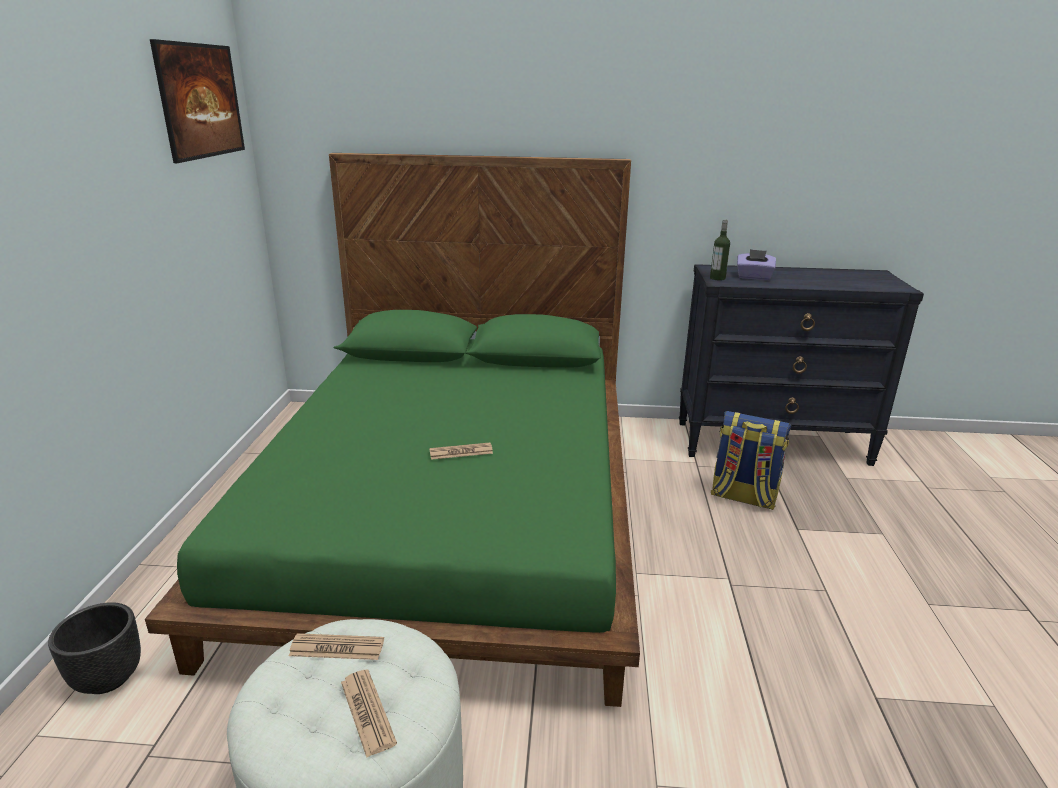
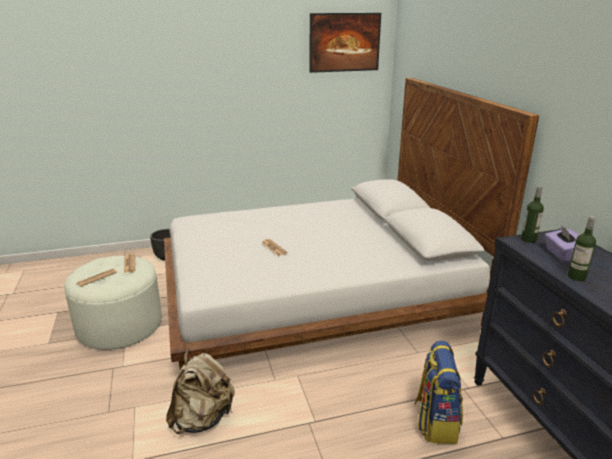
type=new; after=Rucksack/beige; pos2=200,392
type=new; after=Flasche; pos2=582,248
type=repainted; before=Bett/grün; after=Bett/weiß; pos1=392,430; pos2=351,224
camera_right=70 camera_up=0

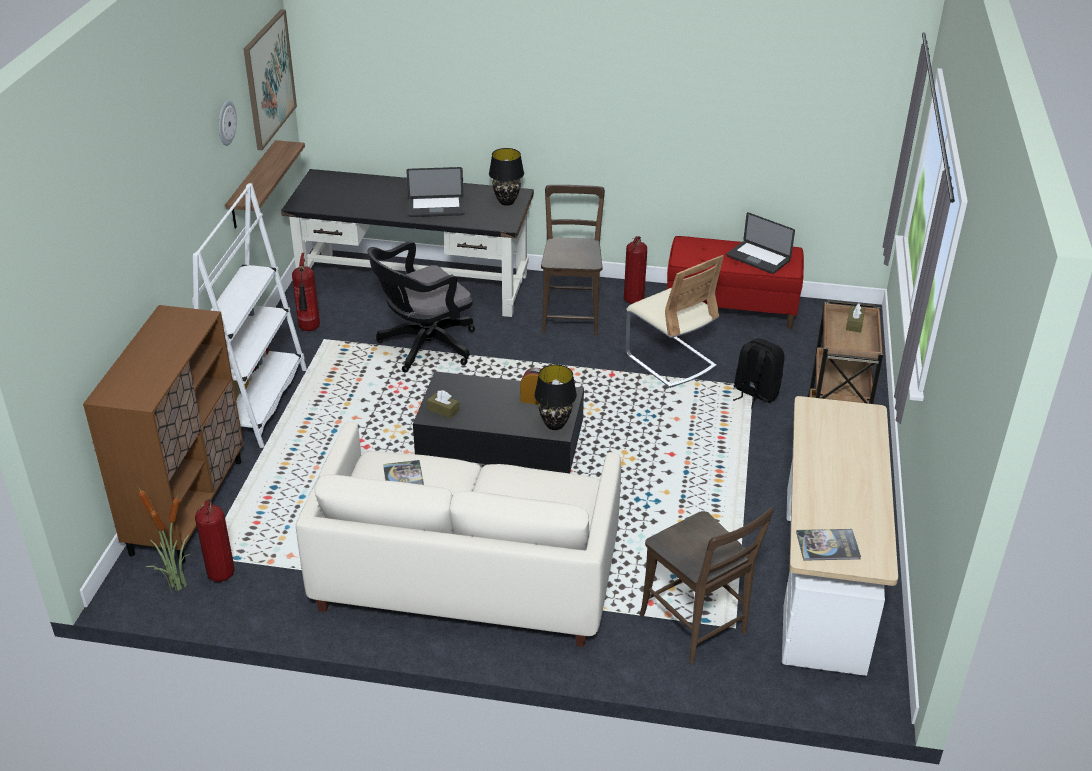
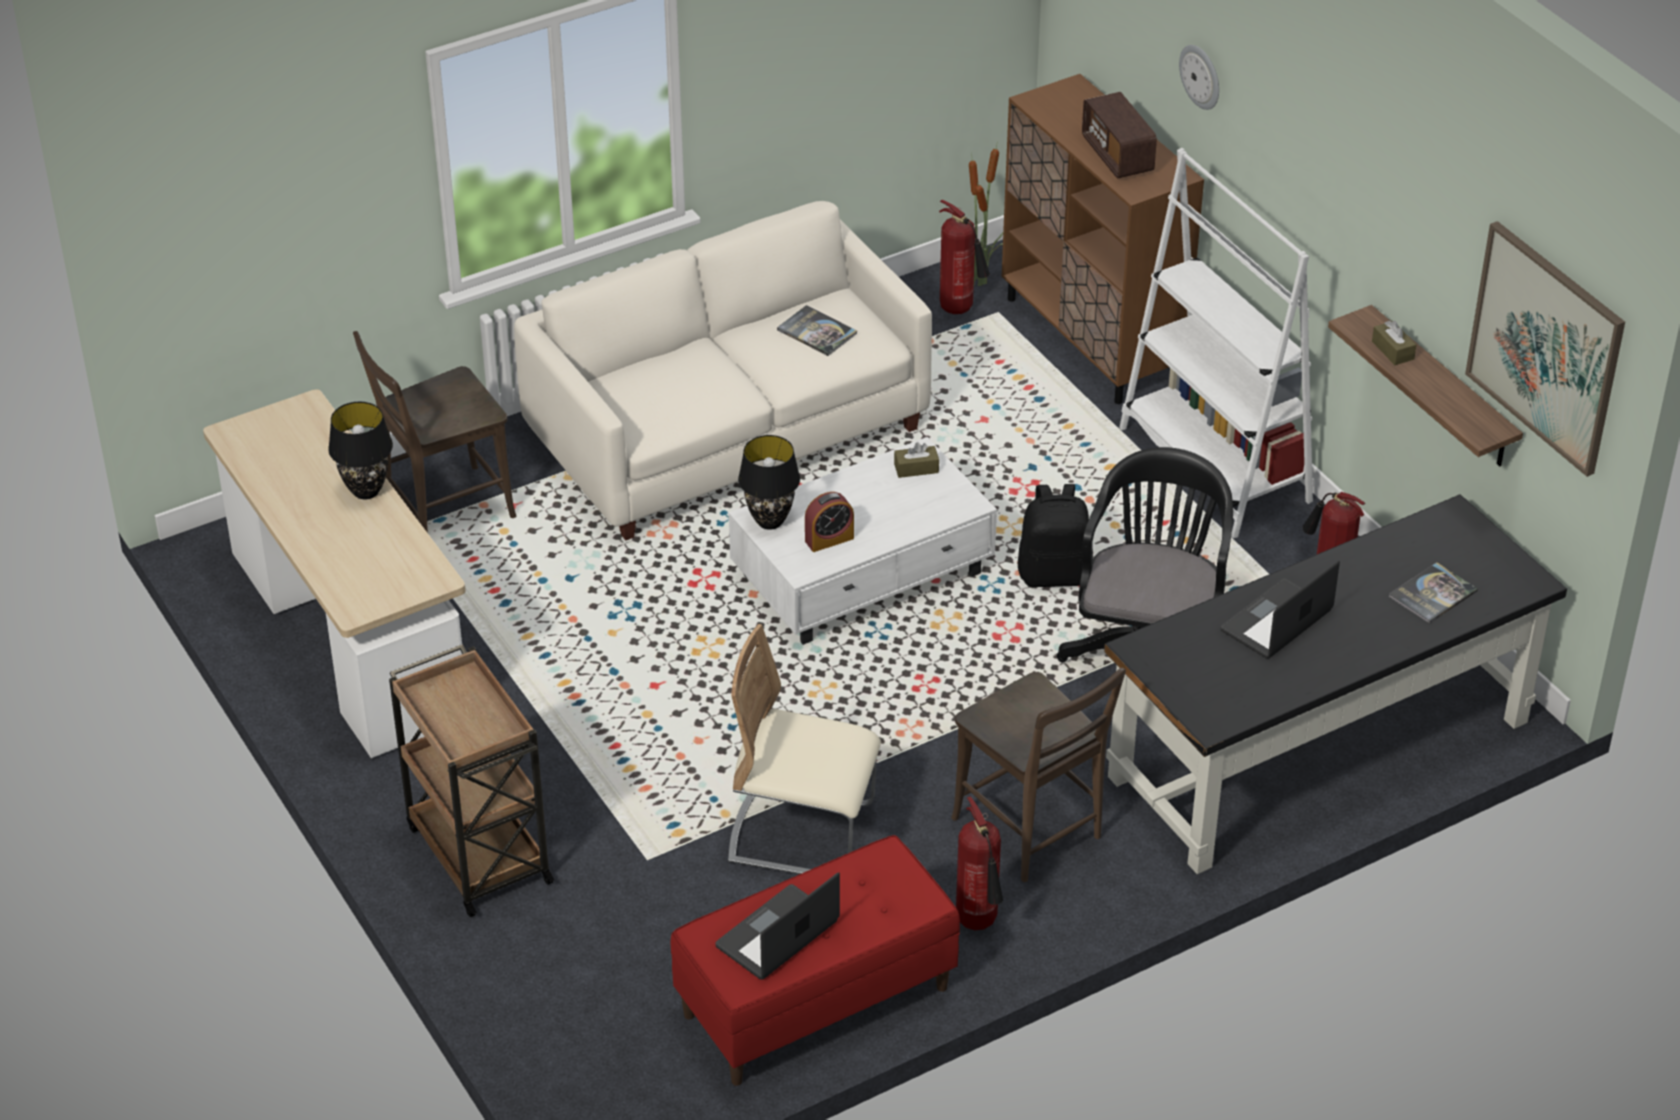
type=new; after=Radio; pos2=1119,135
type=shifted; before=Wanduhr; pos1=227,123; pos2=1199,77
type=shifted; before=Tischlampe/schwarz; pos1=506,177; pos2=360,450
type=shifted; before=Rucksack/schwarz; pos1=759,373; pos2=1053,535
type=shifted; before=Buch; pos1=828,545; pos2=1433,592
type=shifted; before=Taschentuchbox/braun; pos1=855,318; pos2=1394,343
type=repainted; before=Couchtisch/schwarz; after=Couchtisch/weiß; pos1=498,422; pos2=863,541
type=rotated; before=Stuhl/braun; pos1=706,586; pos2=435,432; turn=-45
type=rotated; before=Laptop; pos1=761,243; pos2=777,926; turn=-45
camera_right=140 camera_up=5

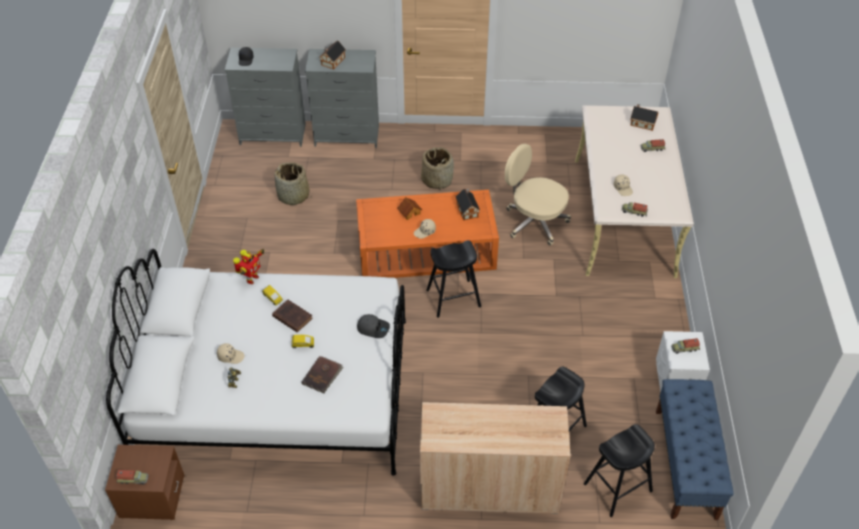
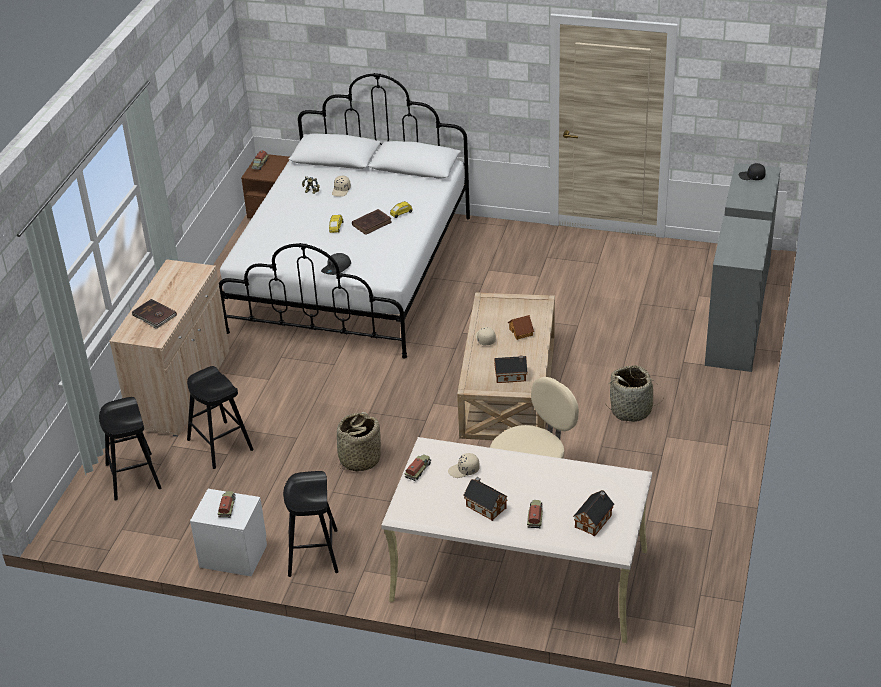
type=gone; before=Spielzeugroboter; pos1=248,266
type=gone; before=Bank/blau; pos1=695,449
type=shifted; before=Korb; pos1=293,183; pos2=358,441
type=shifted; before=Buch/braun; pos1=323,374; pos2=154,314
type=shifted; before=Spielzeughaus; pos1=333,55; pos2=485,499
type=shifted; before=Hocker/schwarz; pos1=453,279; pos2=311,524
type=repainted; before=Couchtisch/orange; after=Couchtisch/beige; pos1=427,234; pos2=506,366
camera_right=105 camera_up=-10

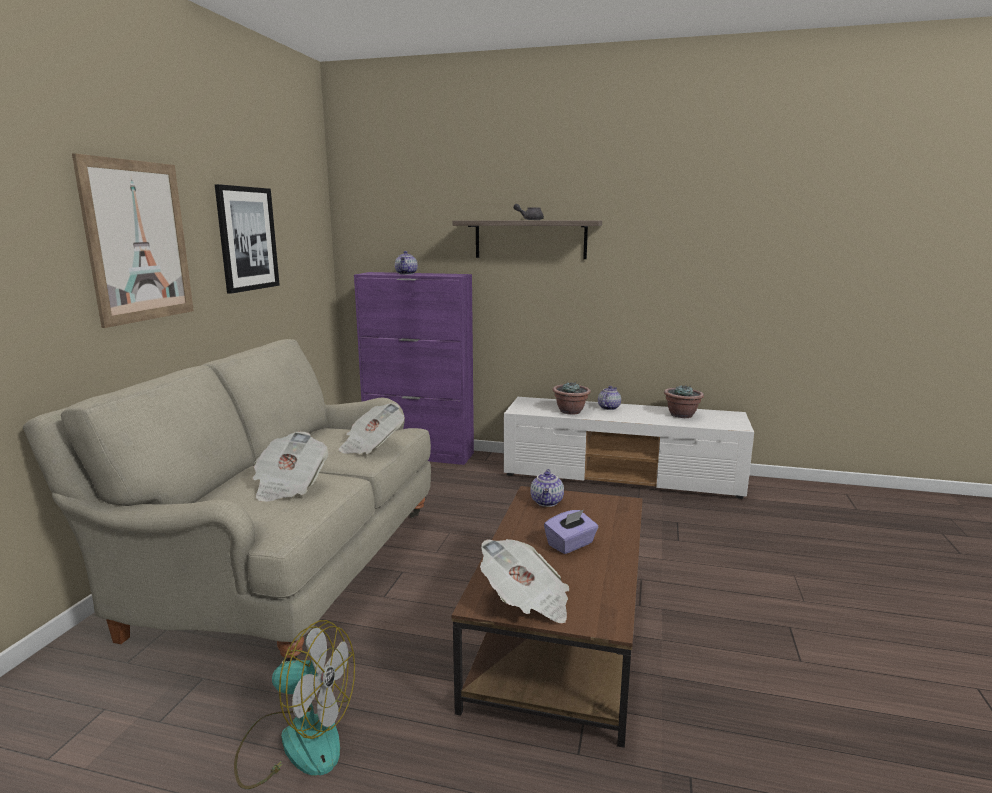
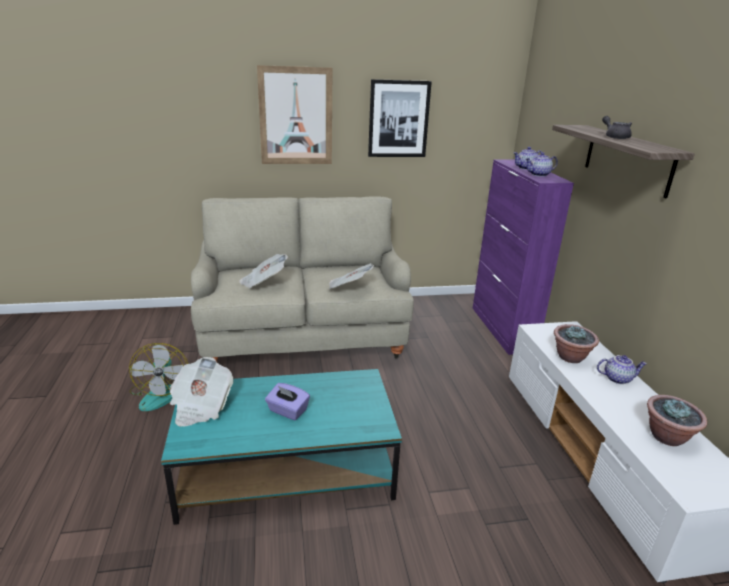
type=shifted; before=Teekanne; pos1=547,488; pos2=541,164
type=repainted; before=Couchtisch/braun; after=Couchtisch/türkis; pos1=547,617; pos2=281,447
camera_right=65 camera_up=10

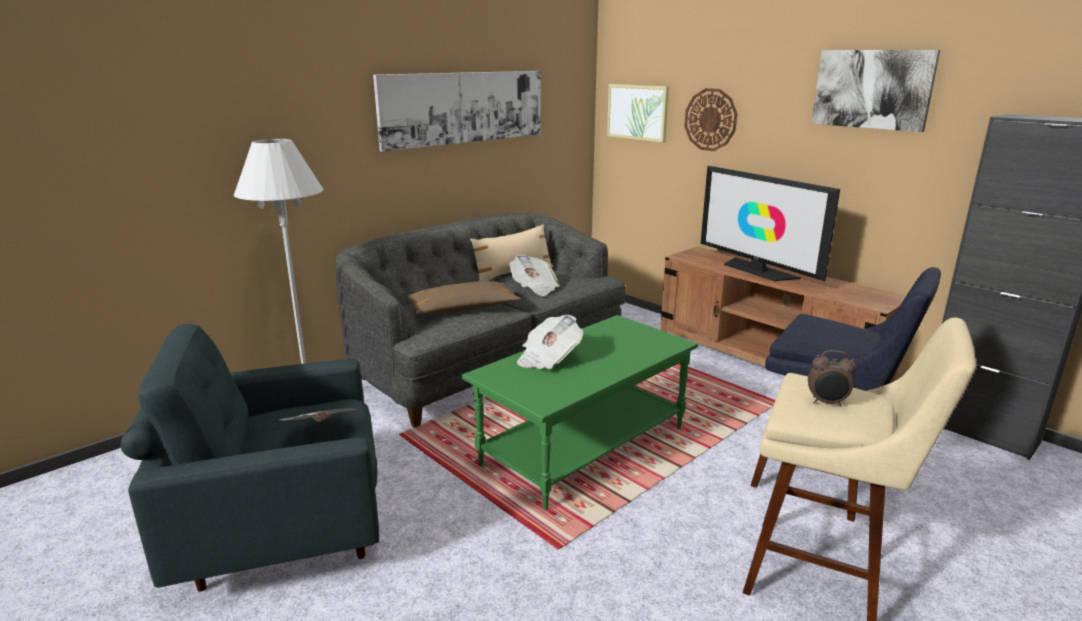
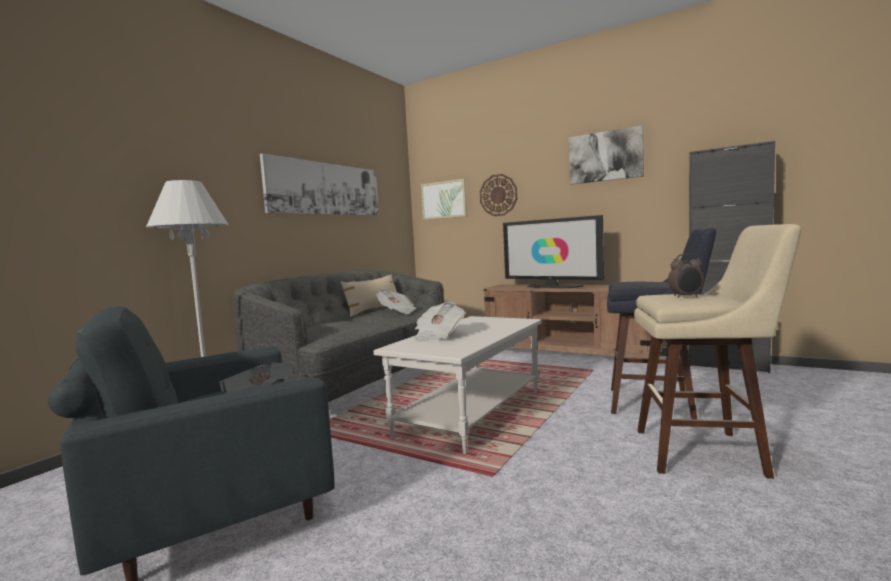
type=gone; before=Kissen/braun; pos1=463,297
type=repainted; before=Couchtisch/grün; after=Couchtisch/weiß; pos1=580,412; pos2=457,385
camera_right=-15 camera_up=-15

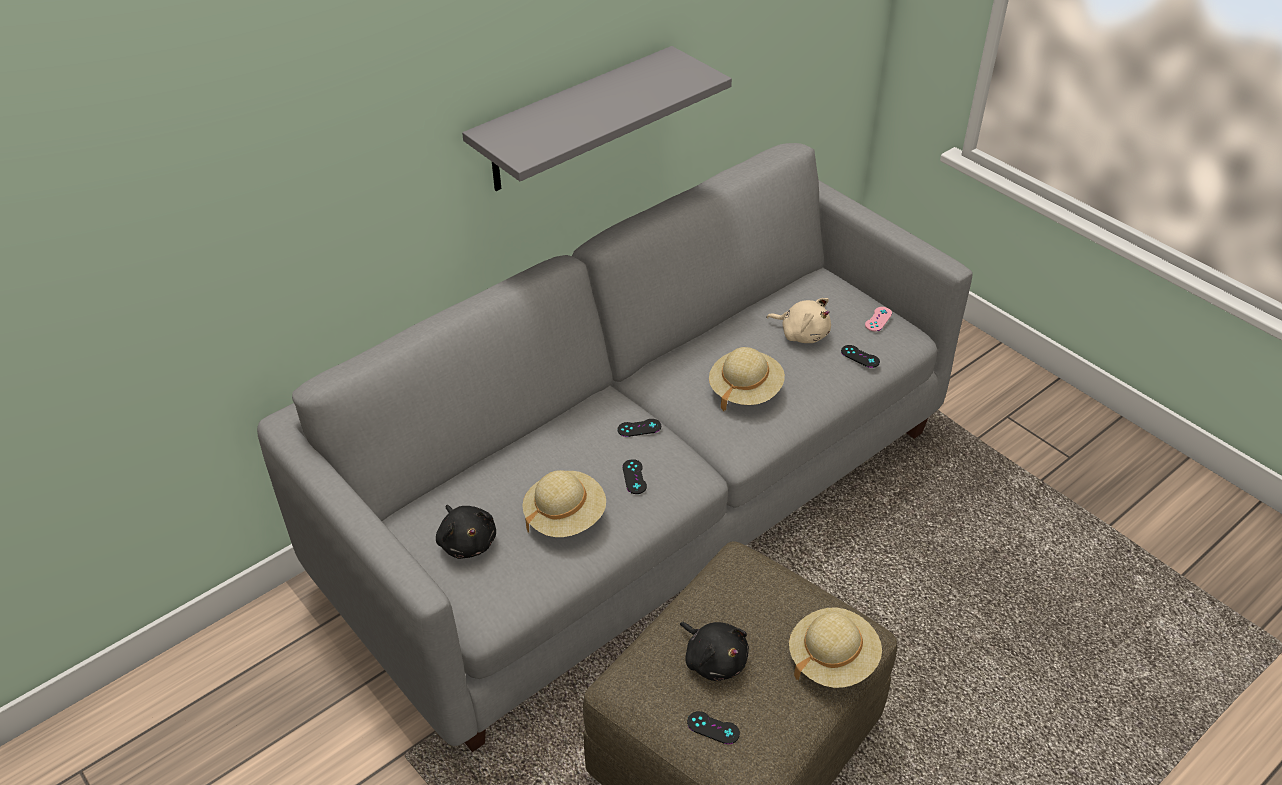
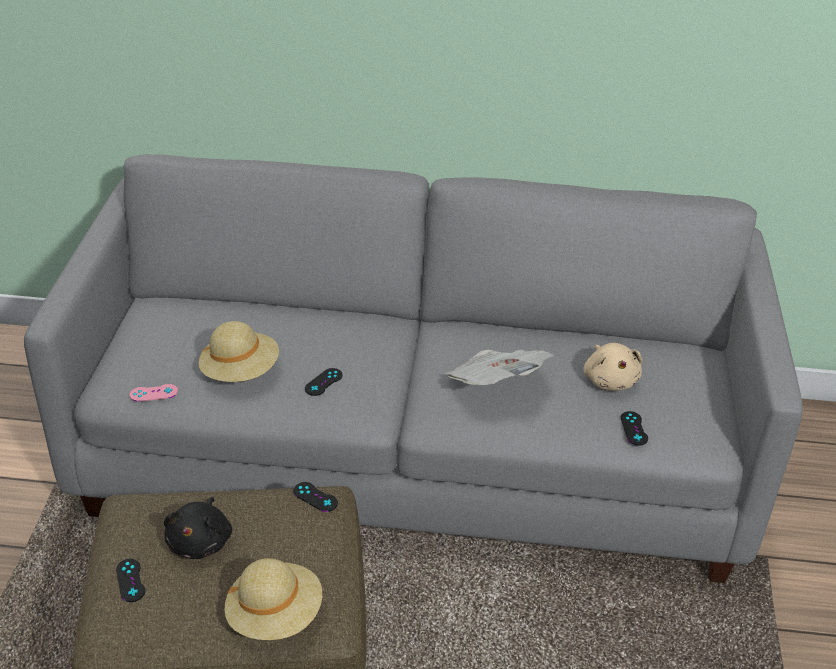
type=gone; before=Plüschtier/schwarz; pos1=466,532
type=gone; before=Wandregal/grau; pos1=597,118
type=shifted; before=Gamepad/schwarz; pos1=639,428; pos2=315,497
type=shifted; before=Gamepad/rosa; pos1=878,319; pos2=154,393
type=swapped; before=Hut/beige; after=Zeitung; pos1=747,379; pos2=499,367
camera_right=45 camera_up=-5

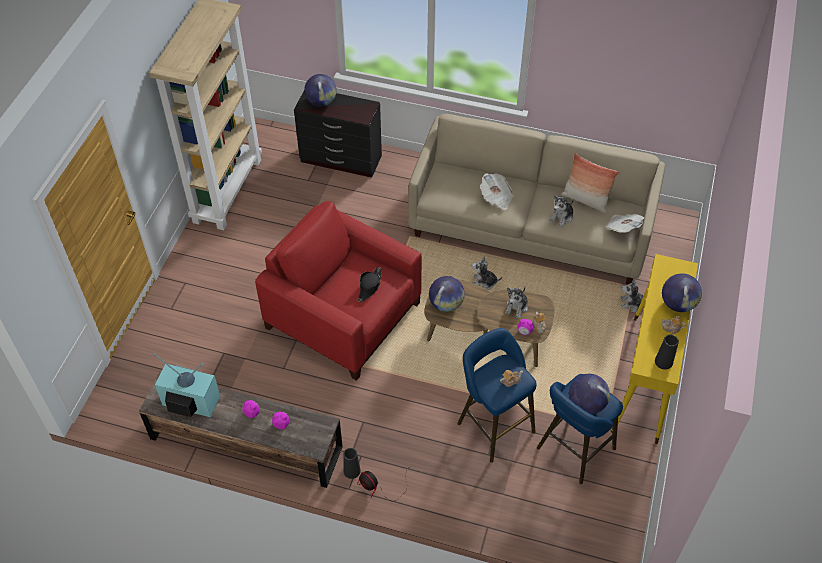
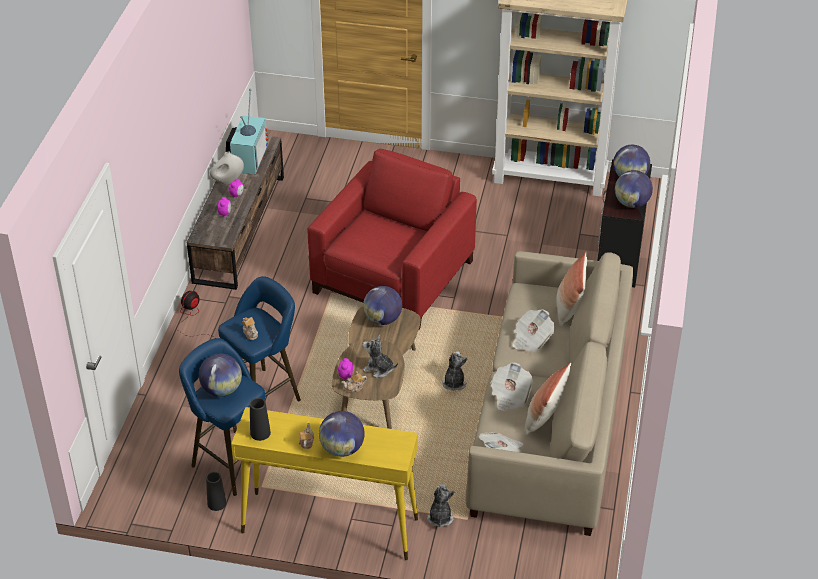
type=gone; before=Hut/schwarz; pos1=370,284
type=new; after=Vase/weiß; pos2=227,168
type=new; after=Kissen; pos2=571,289
type=new; after=Globus; pos2=634,189
type=shifted; before=Vase/schwarz; pos1=352,463; pos2=216,491
type=swapped; before=Plüschtier; after=Zeitung; pos1=562,211; pos2=512,386
camera_right=85 camera_up=-10

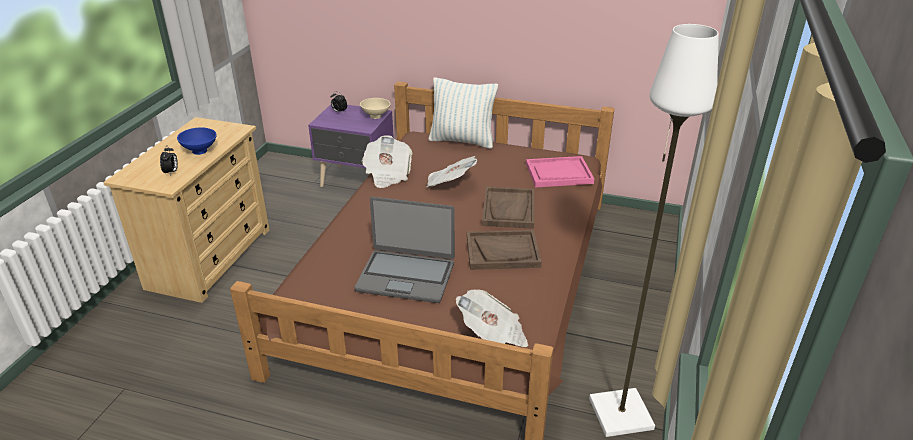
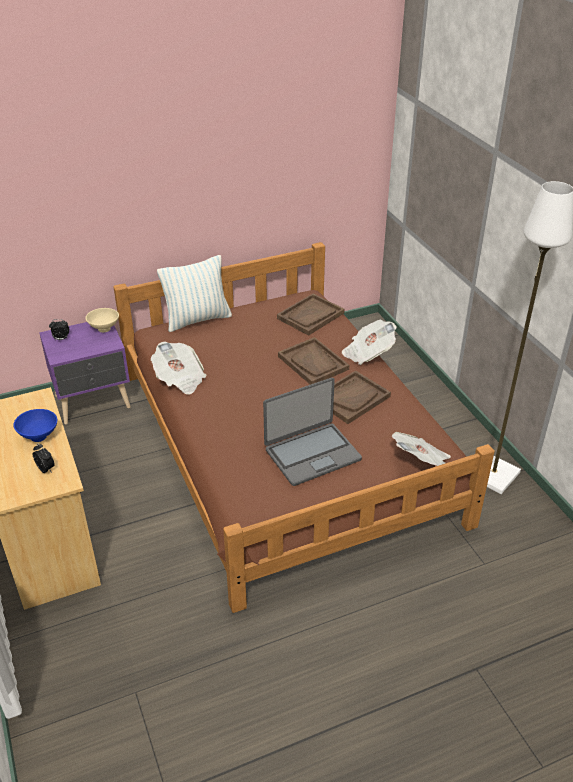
type=shifted; before=Zeitung; pos1=451,171; pos2=369,342
type=repainted; before=Tablett/rosa; after=Tablett/braun; pos1=560,172; pos2=311,315
camera_right=-40 camera_up=5

